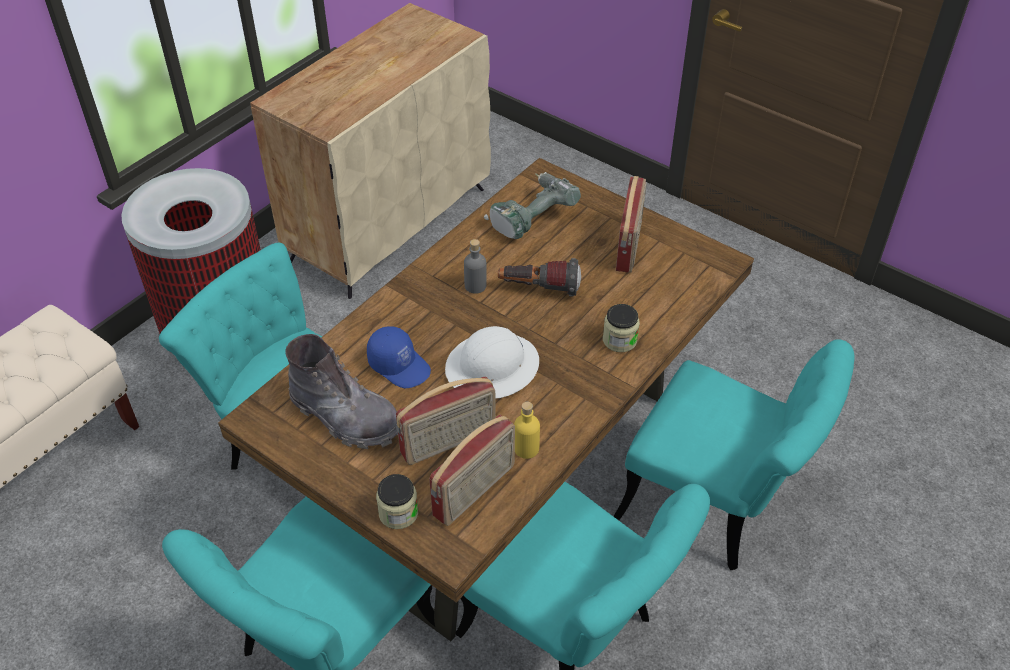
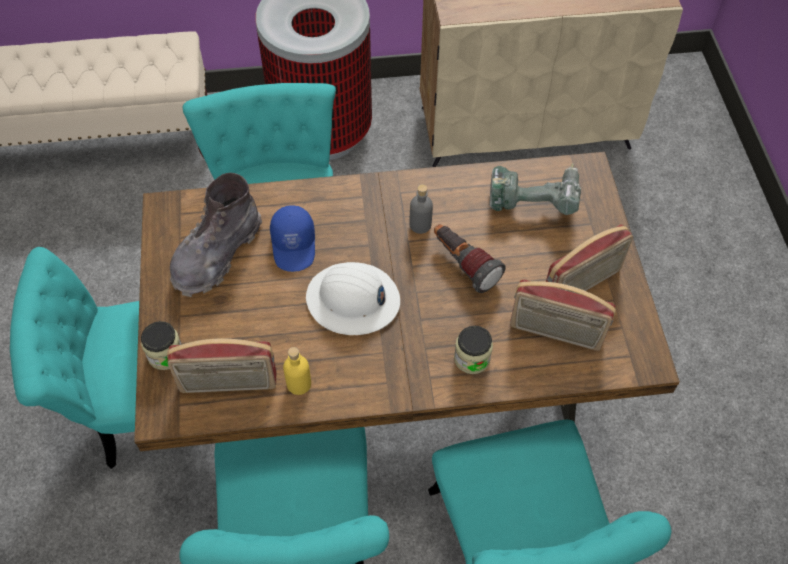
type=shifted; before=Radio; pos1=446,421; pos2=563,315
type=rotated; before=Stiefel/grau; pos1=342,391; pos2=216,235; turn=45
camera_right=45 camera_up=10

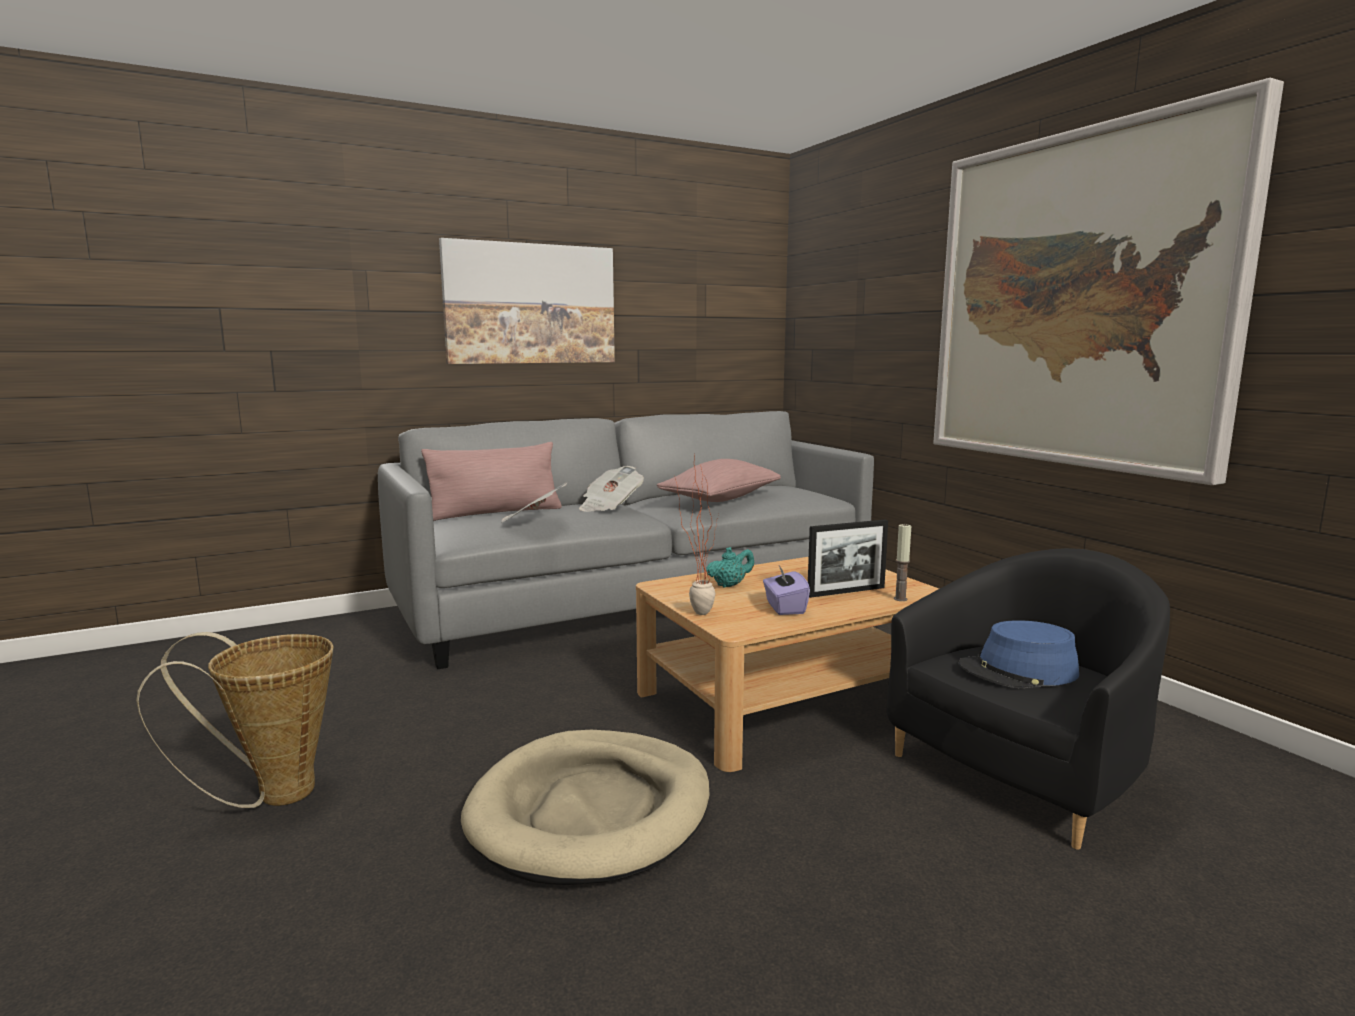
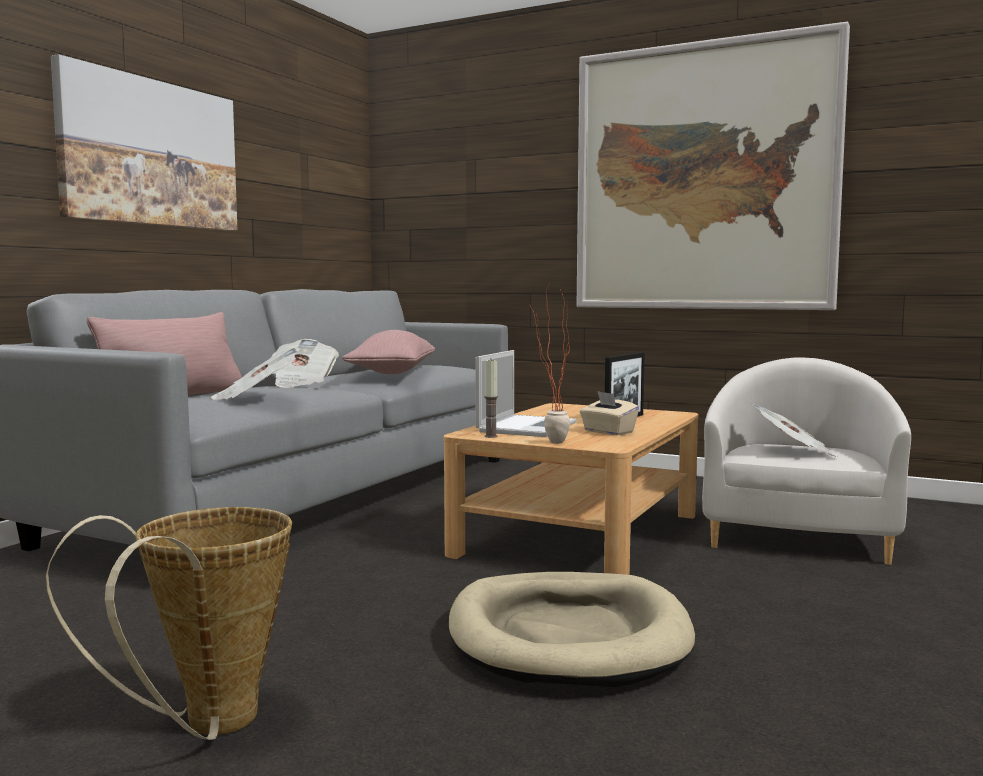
type=shifted; before=Kerze; pos1=902,562; pos2=491,399
type=swapped; before=Teekanne/türkis; after=Laptop; pos1=730,567; pos2=526,393
type=swapped; before=Hut/blau; after=Zeitung; pos1=1018,654; pos2=794,430
type=repainted; before=Taschentuchbox/lila; after=Taschentuchbox/beige; pos1=786,590; pos2=609,413
type=repainted; before=Sessel/schwarz; after=Sessel/weiß; pos1=1028,699; pos2=806,461
camera_right=-35 camera_up=-5

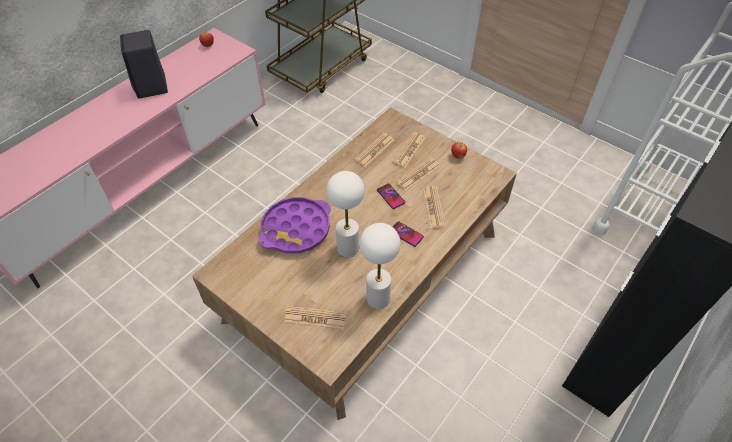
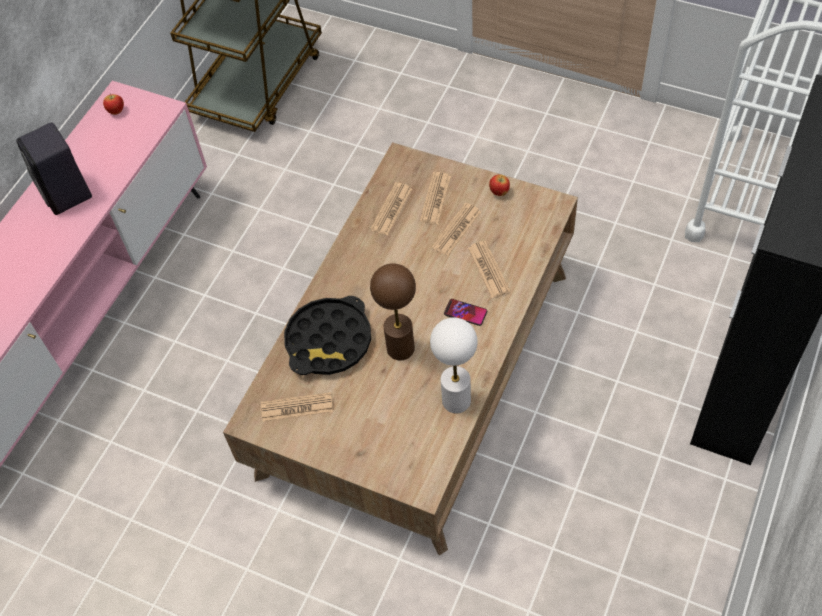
type=gone; before=Handy; pos1=391,196
type=shifted; before=Zeitung; pos1=315,318; pos2=297,407
type=repainted; before=Tablett/lila; after=Tablett/schwarz; pos1=294,225; pos2=327,335
type=repainted; before=Tischlampe/weiß; after=Tischlampe/braun; pos1=346,214; pos2=393,311
camera_right=-10 camera_up=5

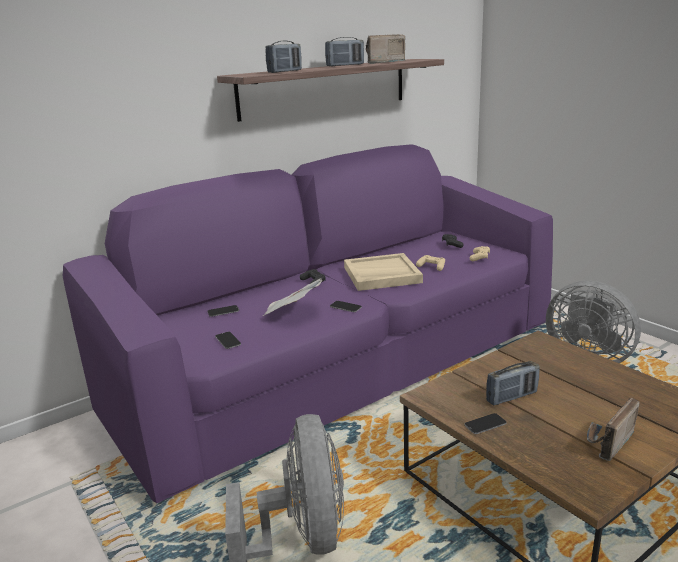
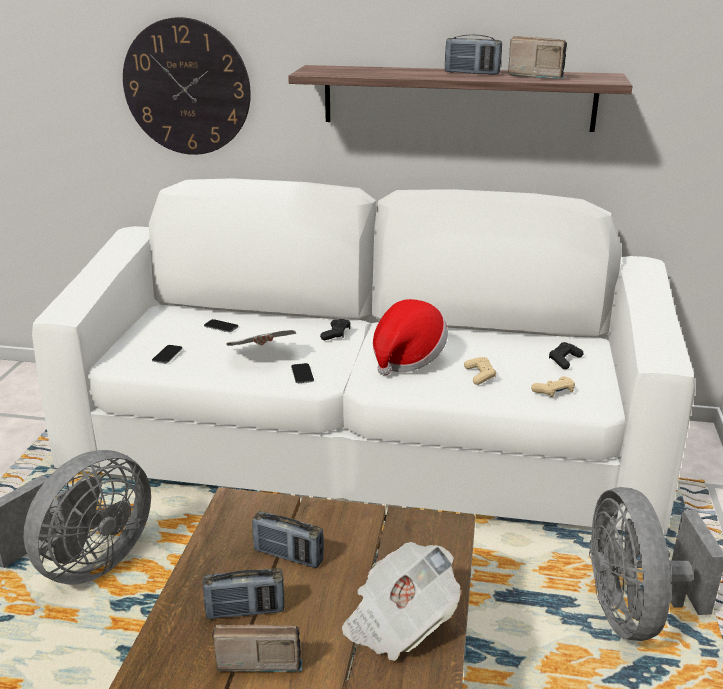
type=gone; before=Handy; pos1=485,423
type=new; after=Wanduhr; pos2=187,86
type=new; after=Zeitung; pos2=401,601
type=shifted; before=Radio; pos1=284,57; pos2=243,593
type=swapped; before=Tablett/beige; after=Hut; pos1=383,272; pos2=410,337
type=repainted; before=Sofa/lila; after=Sofa/weiß; pos1=308,323; pos2=363,356
camera_right=45 camera_up=5

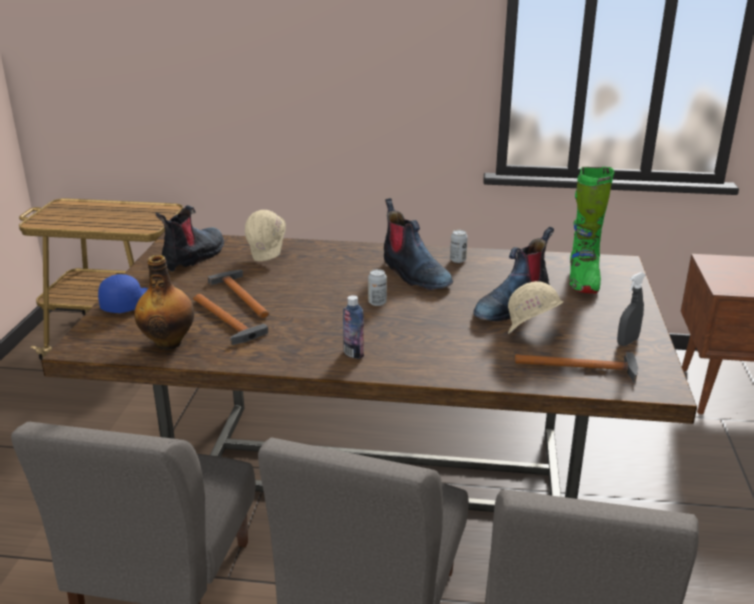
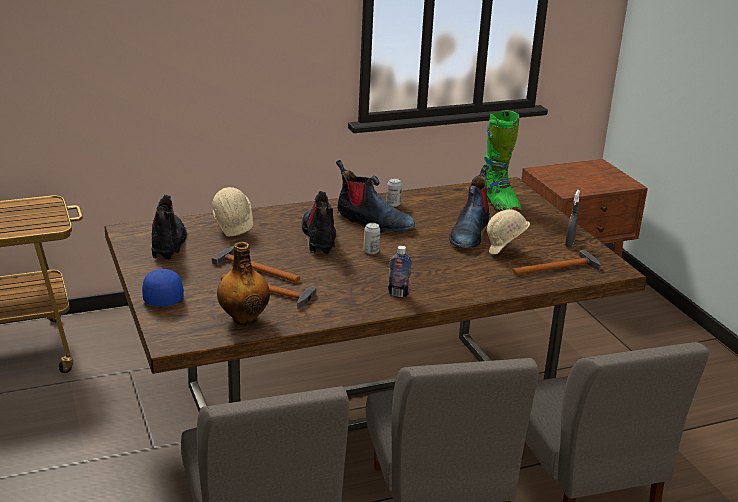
type=new; after=Stiefel; pos2=319,223
camera_right=-30 camera_up=0

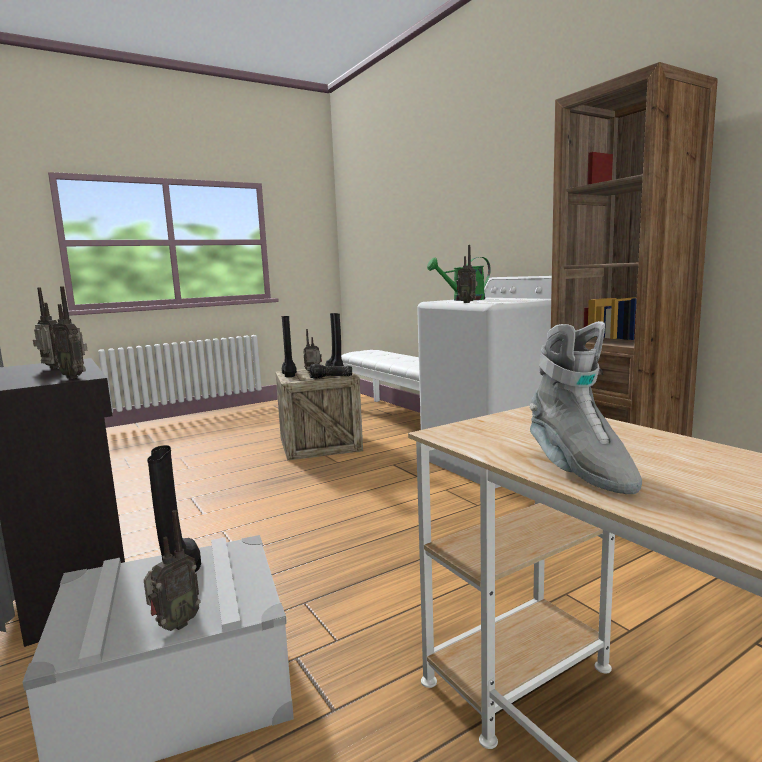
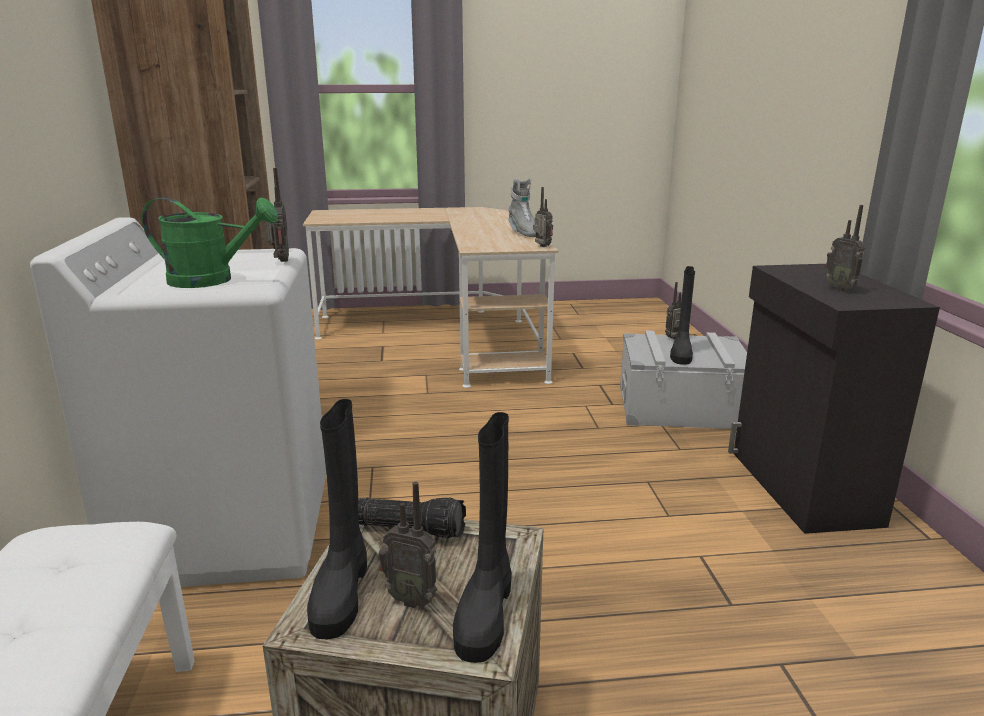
type=shifted; before=Radio; pos1=70,332; pos2=543,217
type=rotated; before=Stiefel/grau; pos1=586,407; pos2=522,207; turn=150
camera_right=-155 camera_up=10

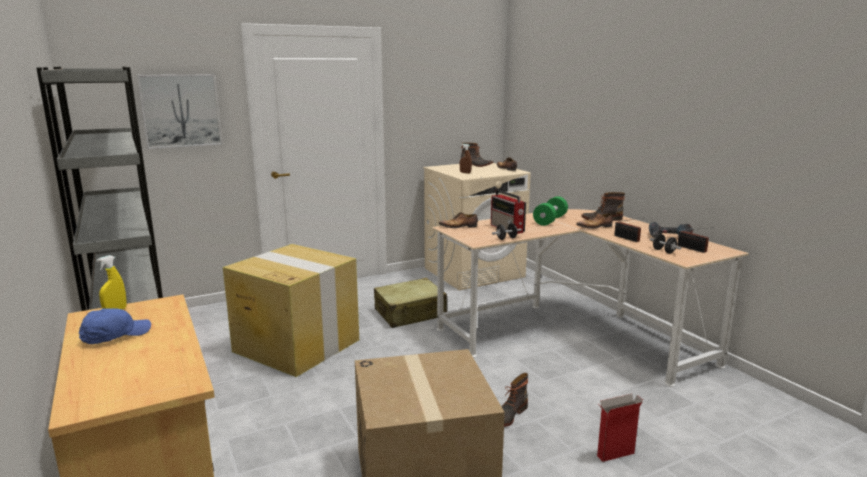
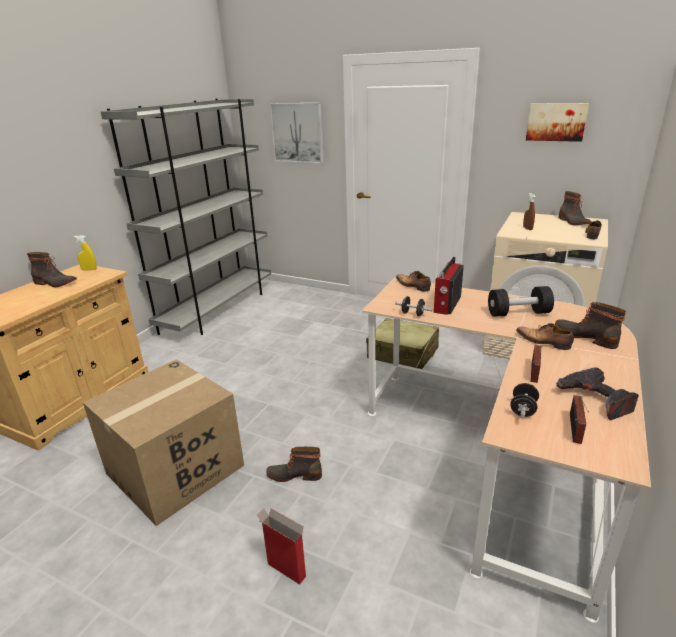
type=gone; before=Karton; pos1=291,310
type=new; after=Bild; pos2=557,122
type=swapped; before=Kappe/blau; after=Stiefel; pos1=115,326; pos2=52,269
type=repainted; before=Hantel/grün; after=Hantel/schwarz; pos1=550,211; pos2=521,301
camera_right=55 camera_up=10

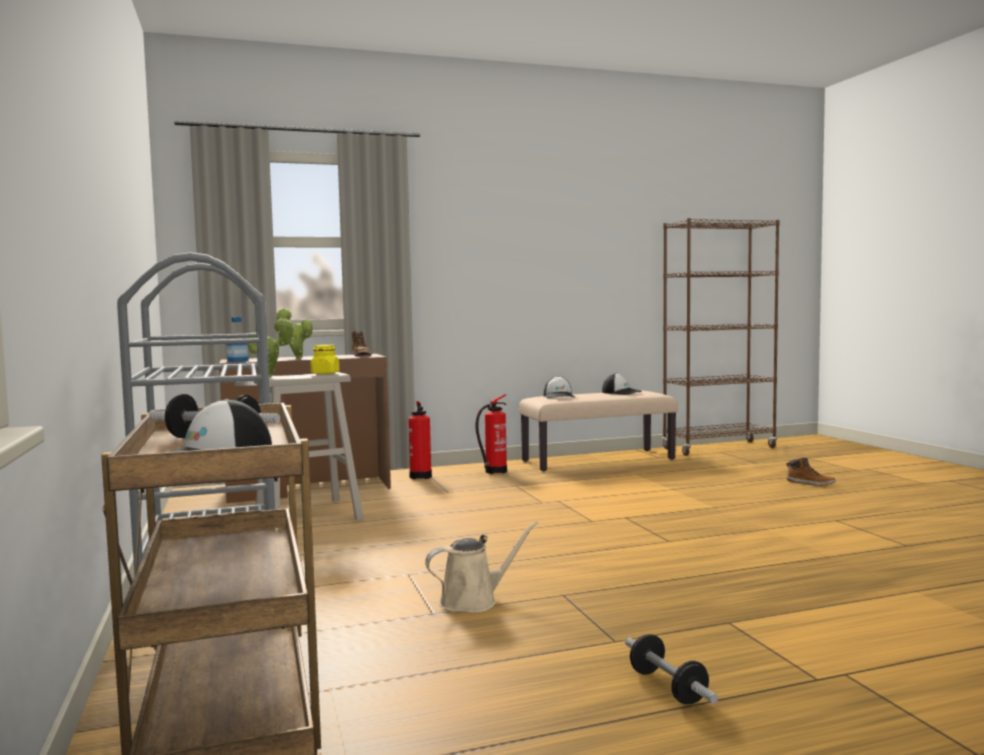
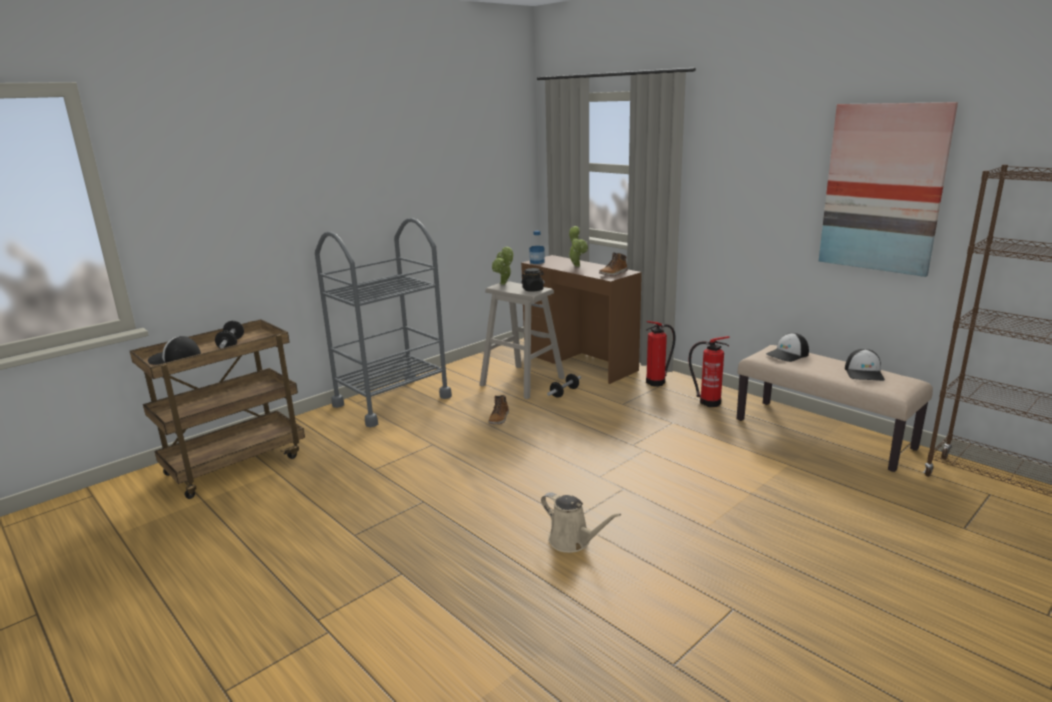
type=new; after=Bild; pos2=888,189
type=shifted; before=Gießkanne/beige; pos1=482,567; pos2=581,522
type=shifted; before=Hantel; pos1=671,669; pos2=564,386
type=shifted; before=Stiefel; pos1=811,472; pos2=498,409
type=repainted; before=Vorratsglas/gelb; after=Vorratsglas/schwarz; pos1=325,359; pos2=532,280
camera_right=65 camera_up=15

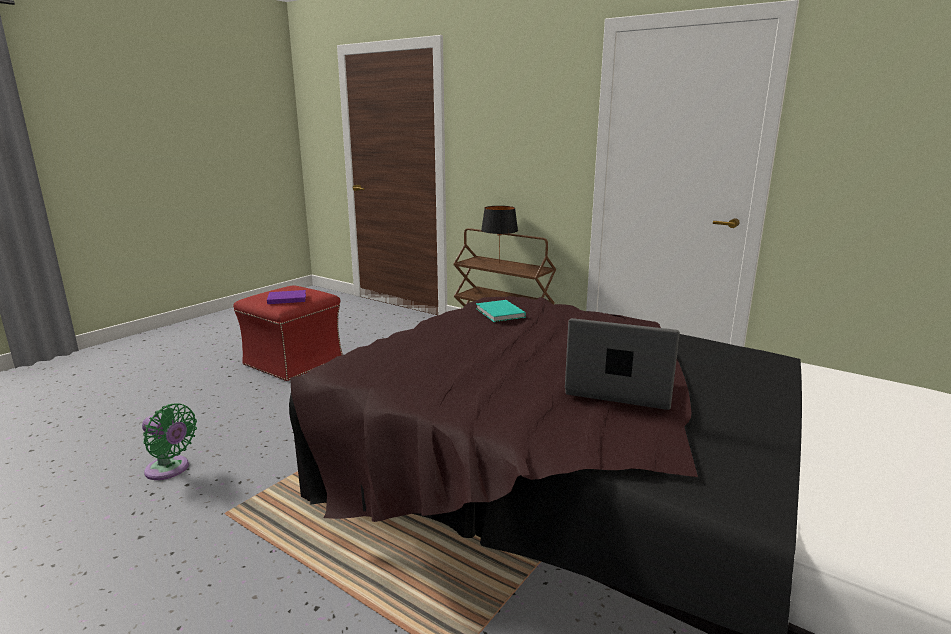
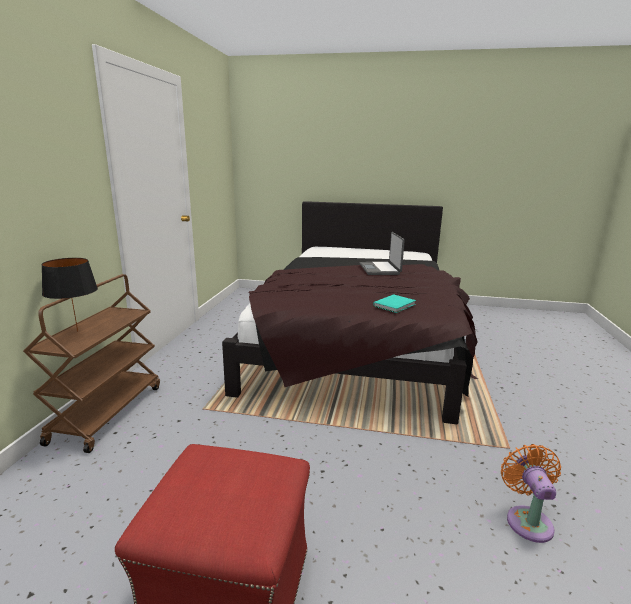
type=gone; before=Buch/lila; pos1=286,297
type=shifted; before=Buch/türkis; pos1=501,311; pos2=394,303
type=repainted; before=Ventilator/grün; after=Ventilator/orange; pos1=169,441; pos2=531,493
camera_right=-115 camera_up=0

